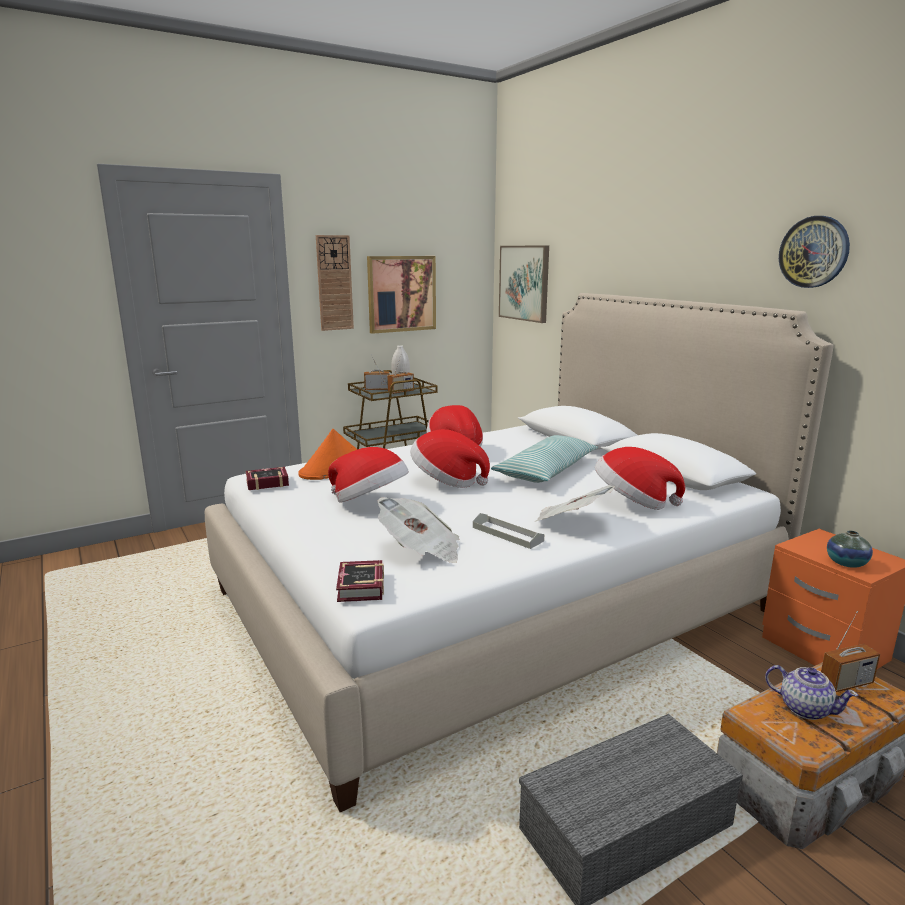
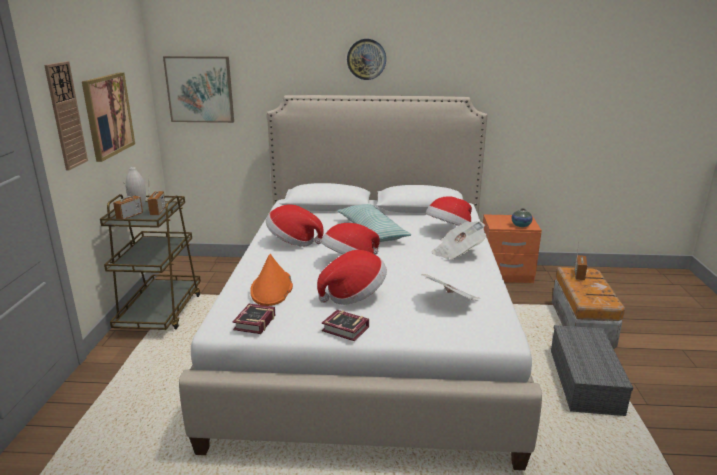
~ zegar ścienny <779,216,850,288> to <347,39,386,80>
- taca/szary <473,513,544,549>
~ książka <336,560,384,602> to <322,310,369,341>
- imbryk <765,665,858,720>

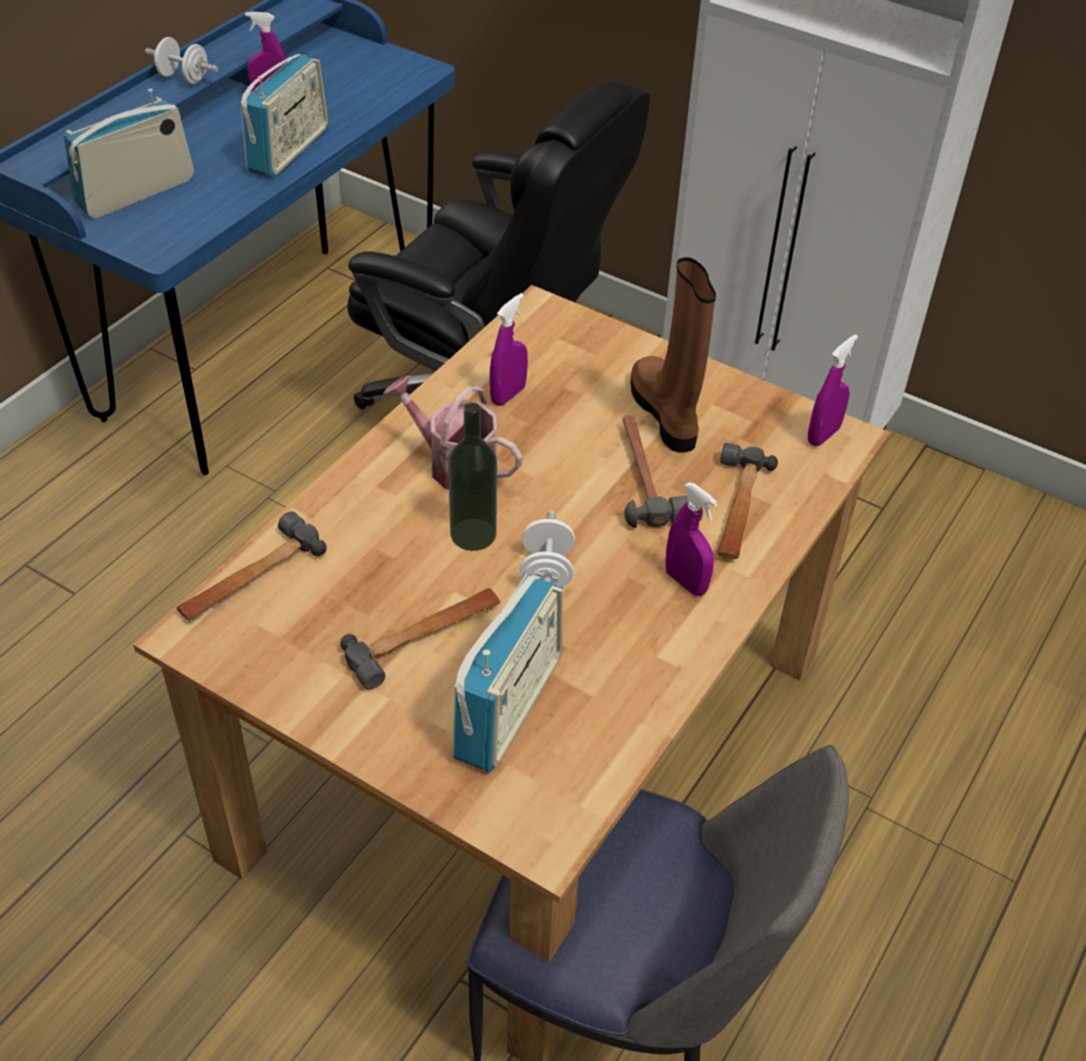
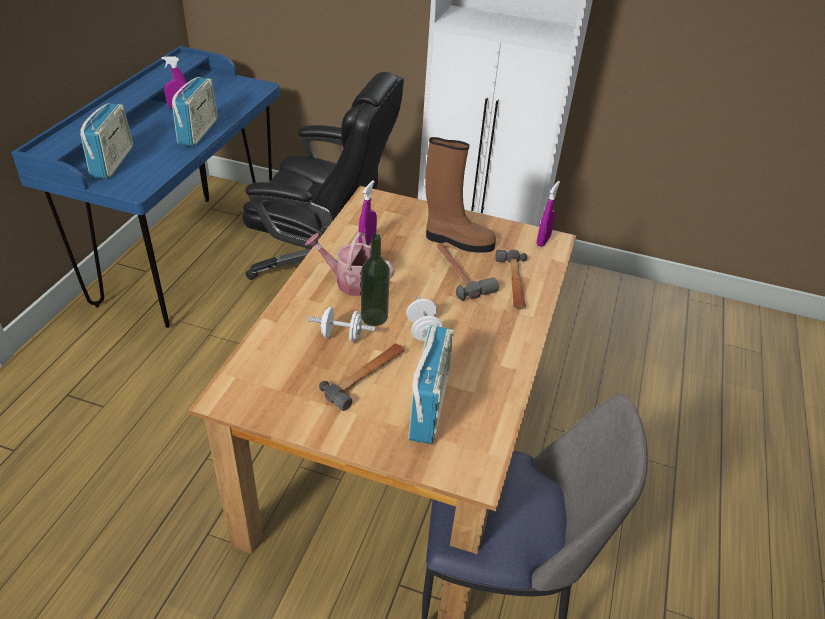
~ hantel/biały <145,37,218,84> to <308,307,376,342>
~ radio <64,89,194,218> = <80,103,133,179> 150 degrees clockwise
~ but z cholewką/brązowy <631,257,716,453> = <425,137,496,253> 135 degrees clockwise
- spryskiwacz/fioletowy <665,482,718,596>
- młotek <176,511,327,621>

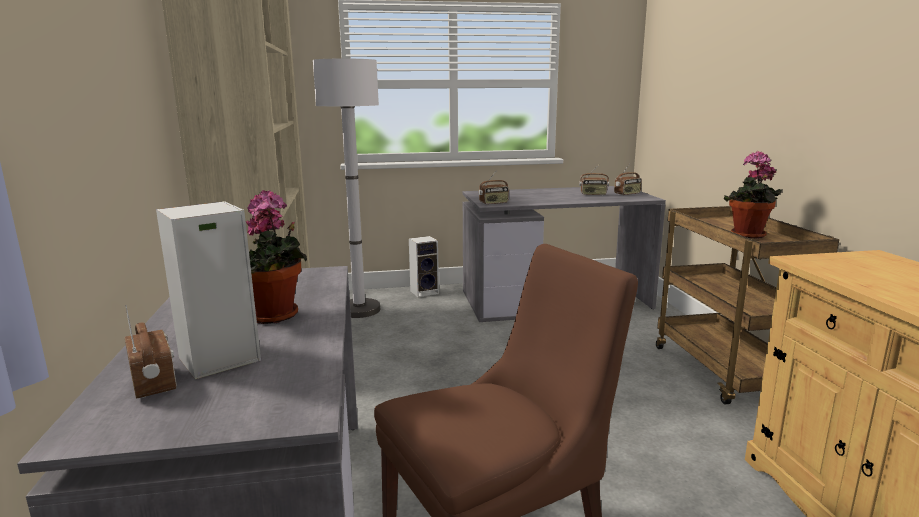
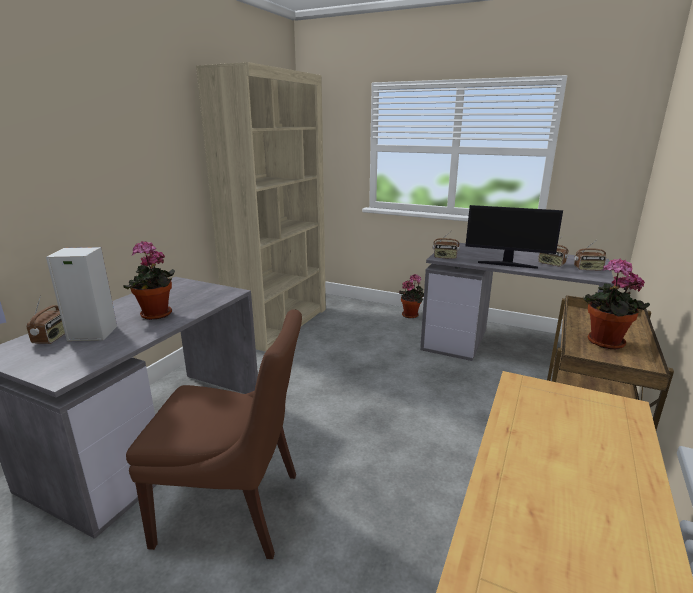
- lampa stojąca/biały <313,59,381,318>
~ głośnik <409,236,439,297> to roślina doniczkowa <399,274,424,318>
+ monitor <466,205,563,269>

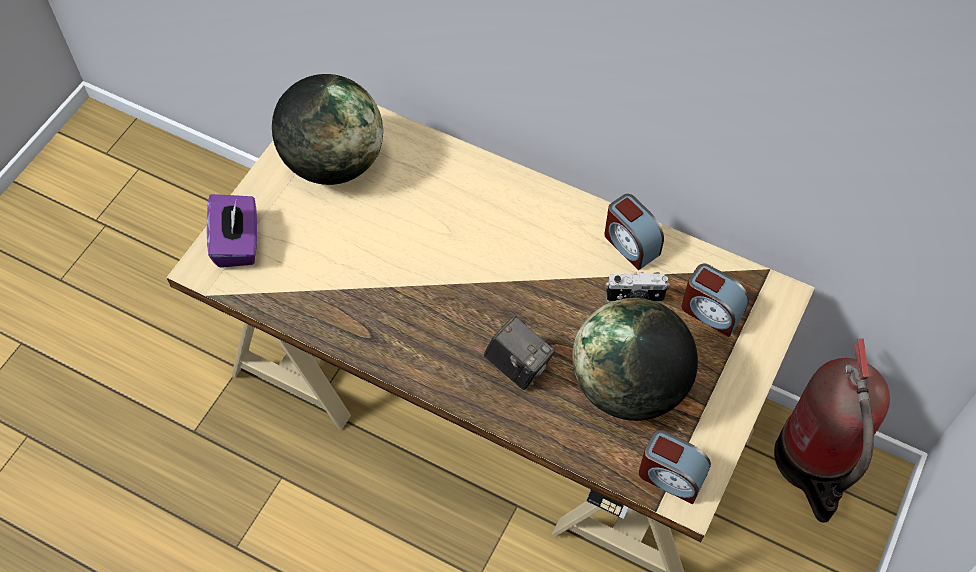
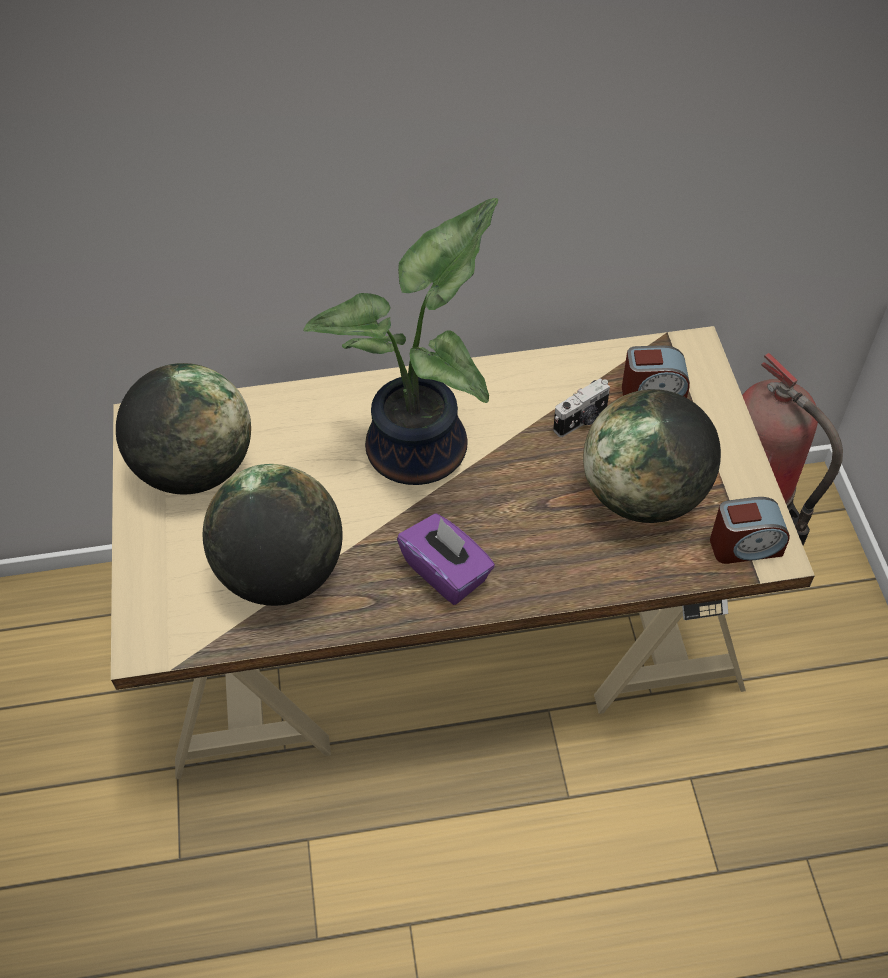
~ pudełko chusteczek/fioletowy <207,194,257,268> to <397,513,495,605>
- budzik <604,194,664,270>
- aparat fotograficzny <484,316,555,390>
+ roślina doniczkowa <303,198,498,485>
+ globus <203,464,343,606>

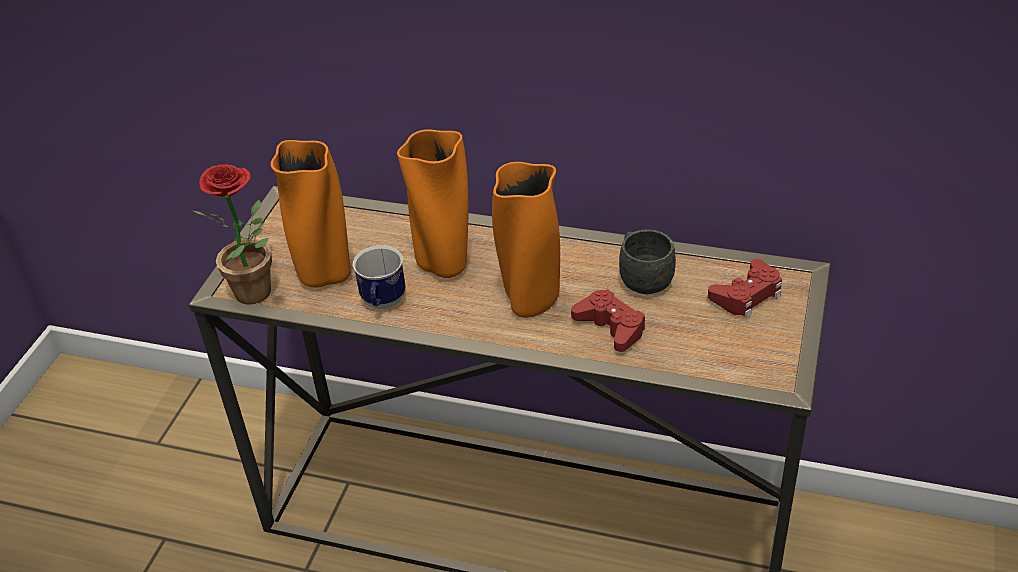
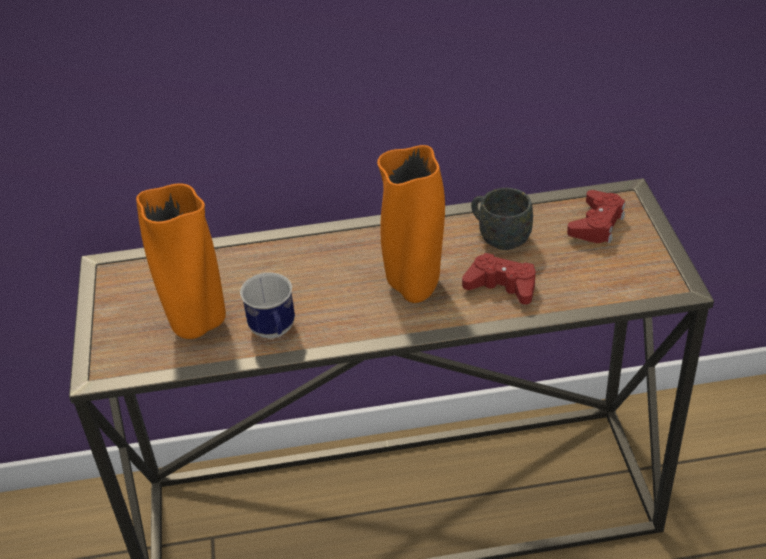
- wazon/pomarańczowy <397,129,469,278>
- roślina doniczkowa <194,164,272,304>

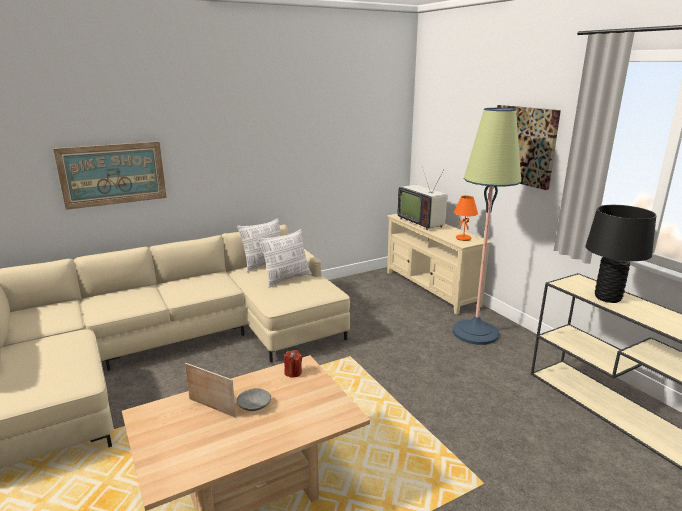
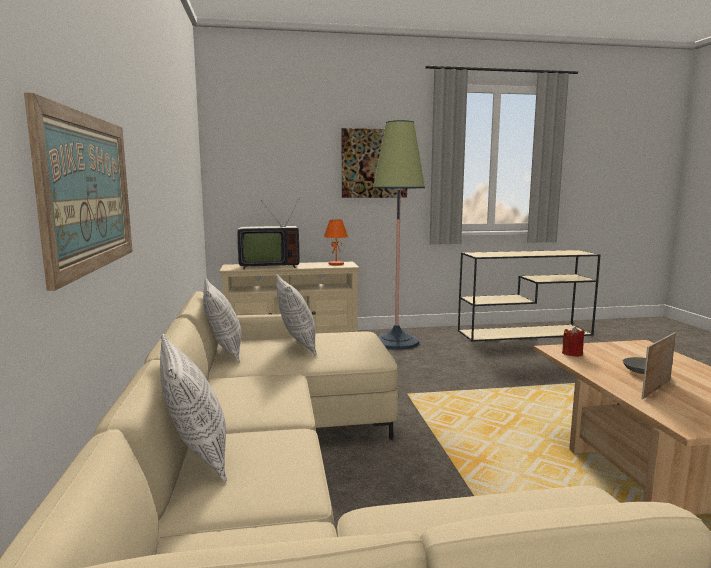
- lampa stołowa/czarny <586,205,656,303>
+ poduszka <160,334,227,482>

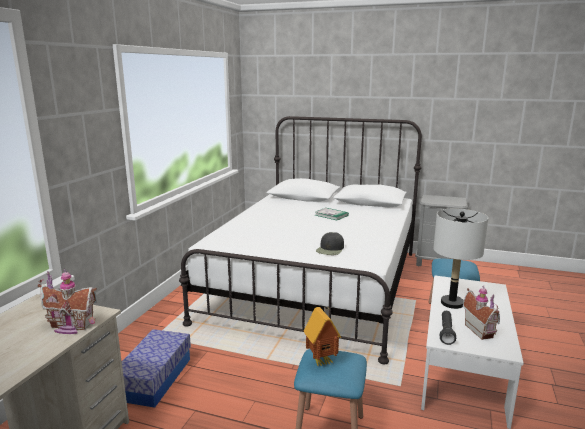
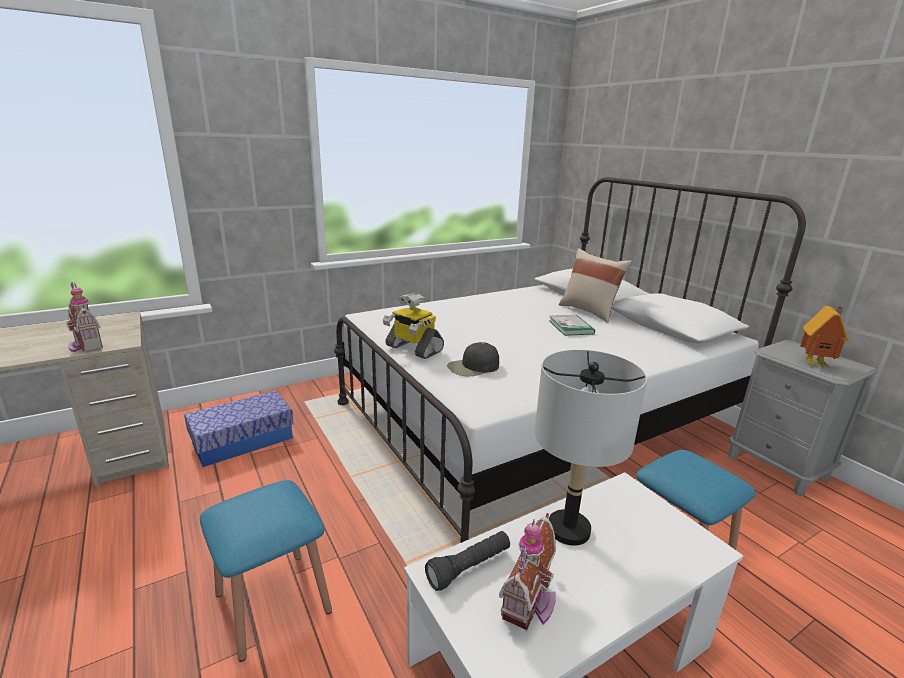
~ domek <304,307,342,366> to <800,306,849,367>
+ poduszka/beżowy <559,248,632,323>
+ robot zabawkowy <383,293,444,359>

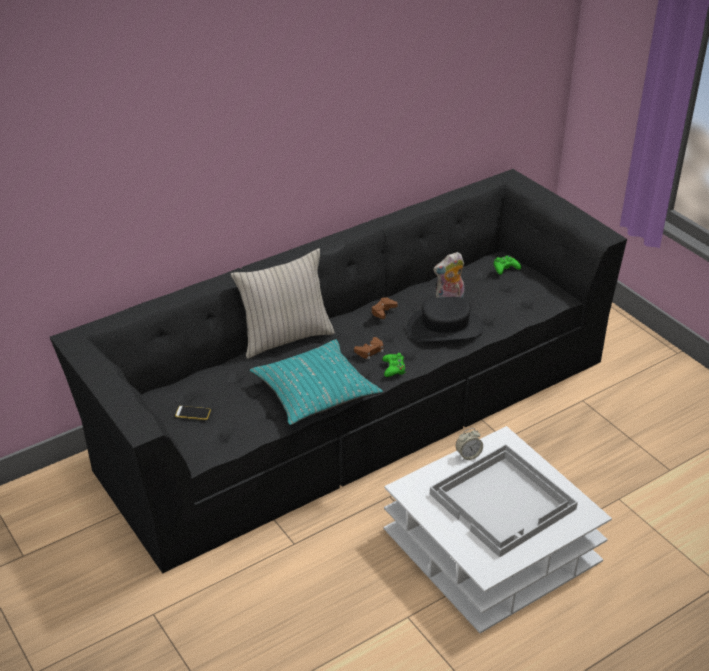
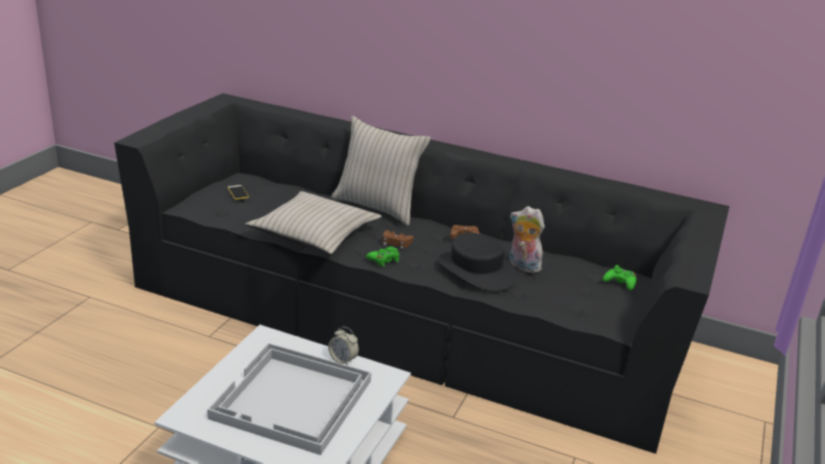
~ poduszka/turkusowy <250,339,383,425> to poduszka/beżowy <245,191,382,255>

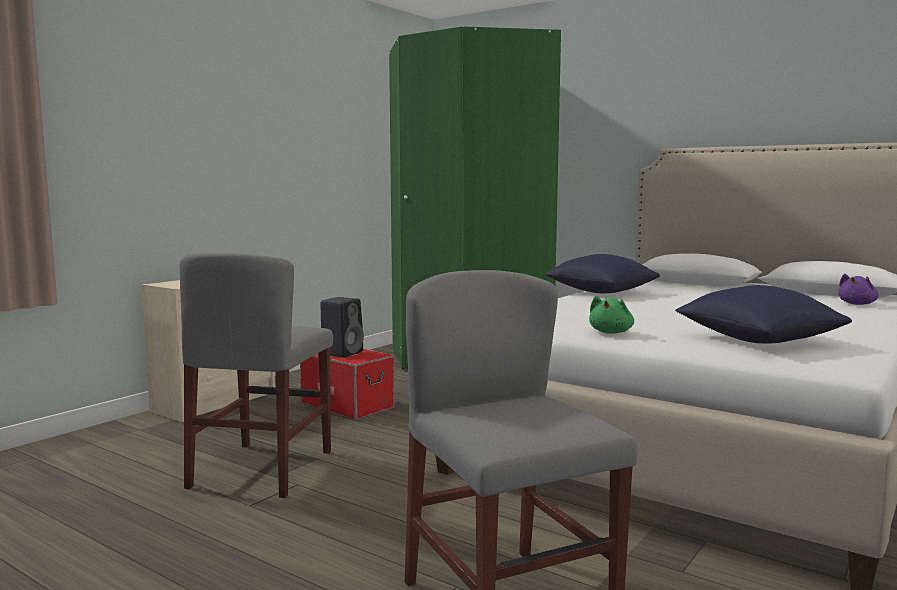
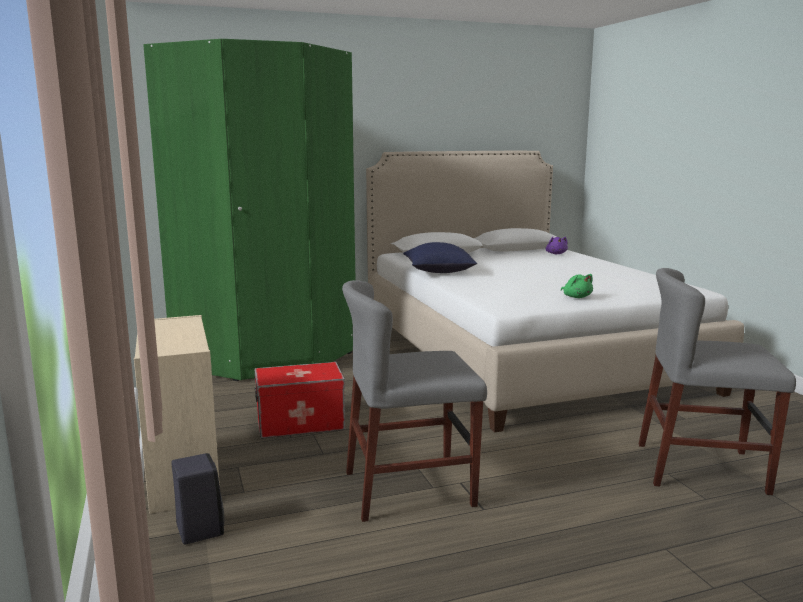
~ krzesło/szary <179,253,333,498> = <342,280,487,522> 120 degrees clockwise
- poduszka/niebieski <675,285,852,344>
~ głośnik/czarny <320,297,364,357> to <171,453,225,544>

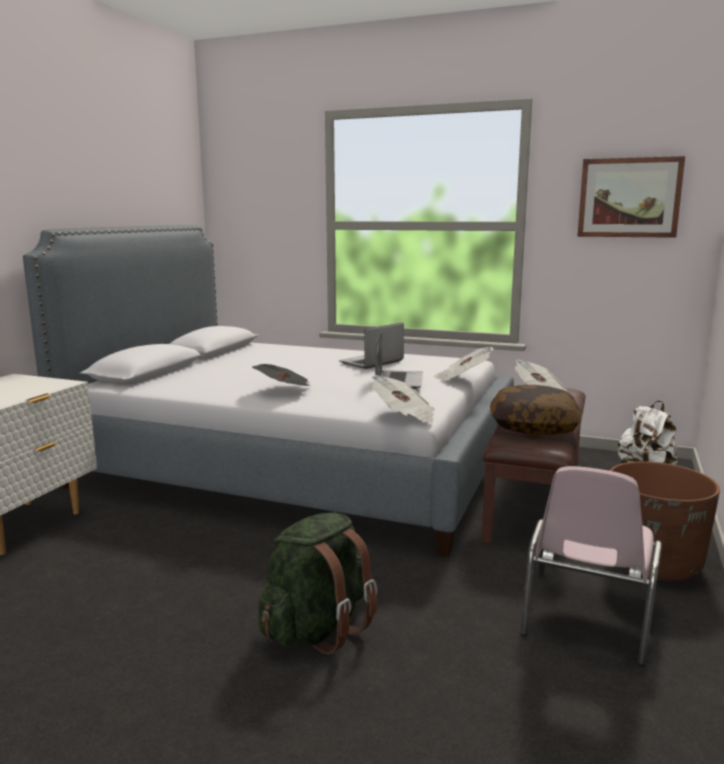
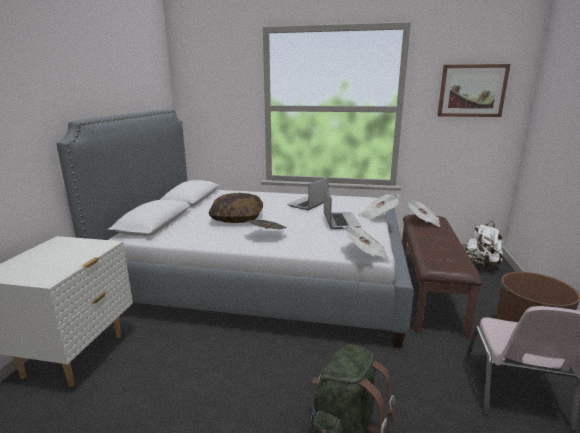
~ poduszka <490,385,582,435> to <209,193,263,223>

